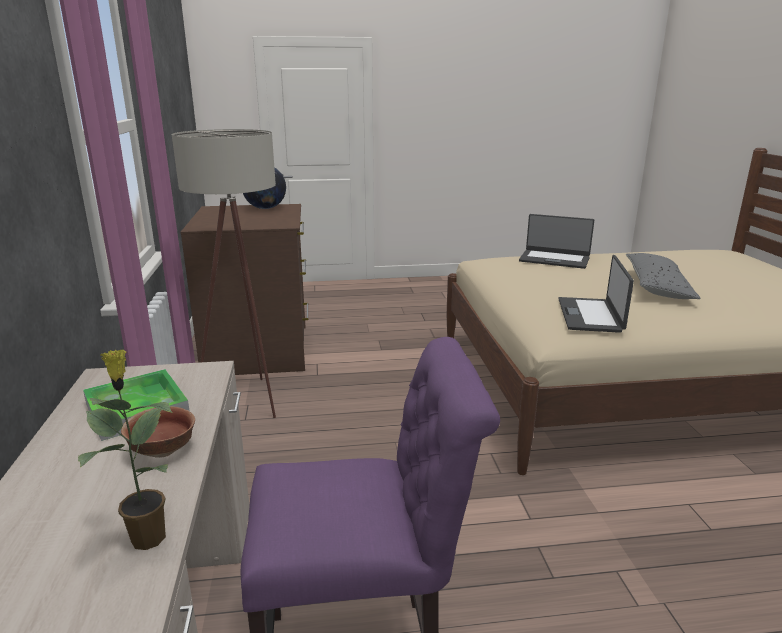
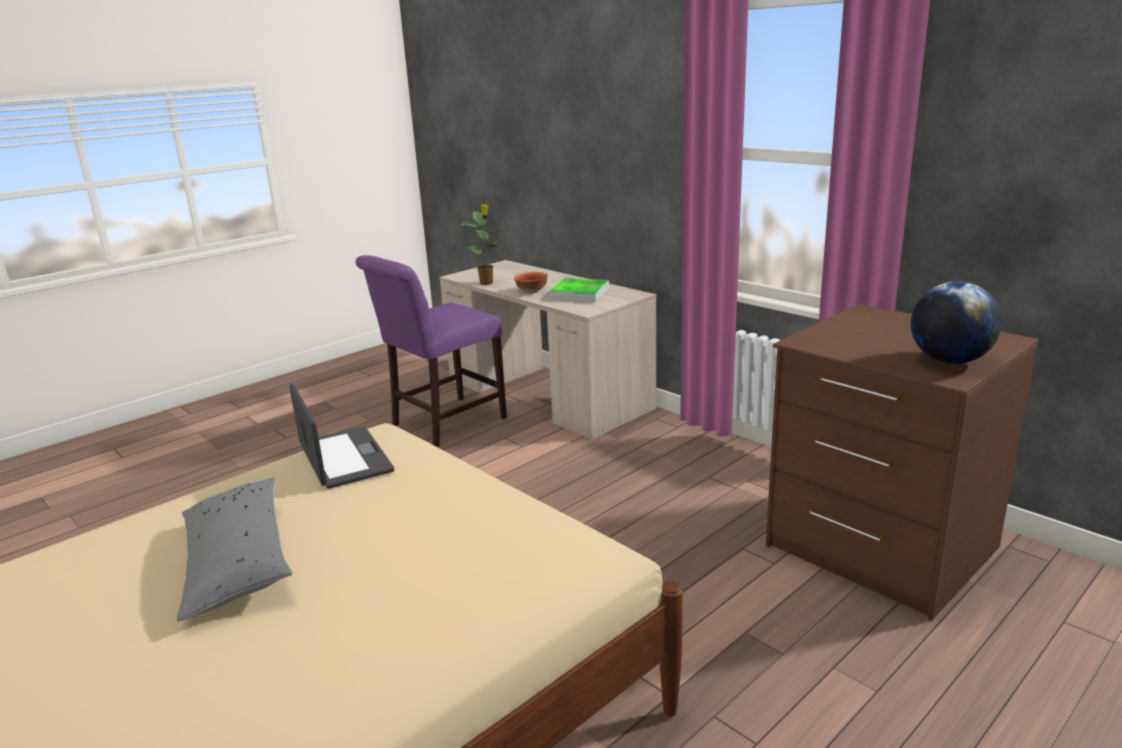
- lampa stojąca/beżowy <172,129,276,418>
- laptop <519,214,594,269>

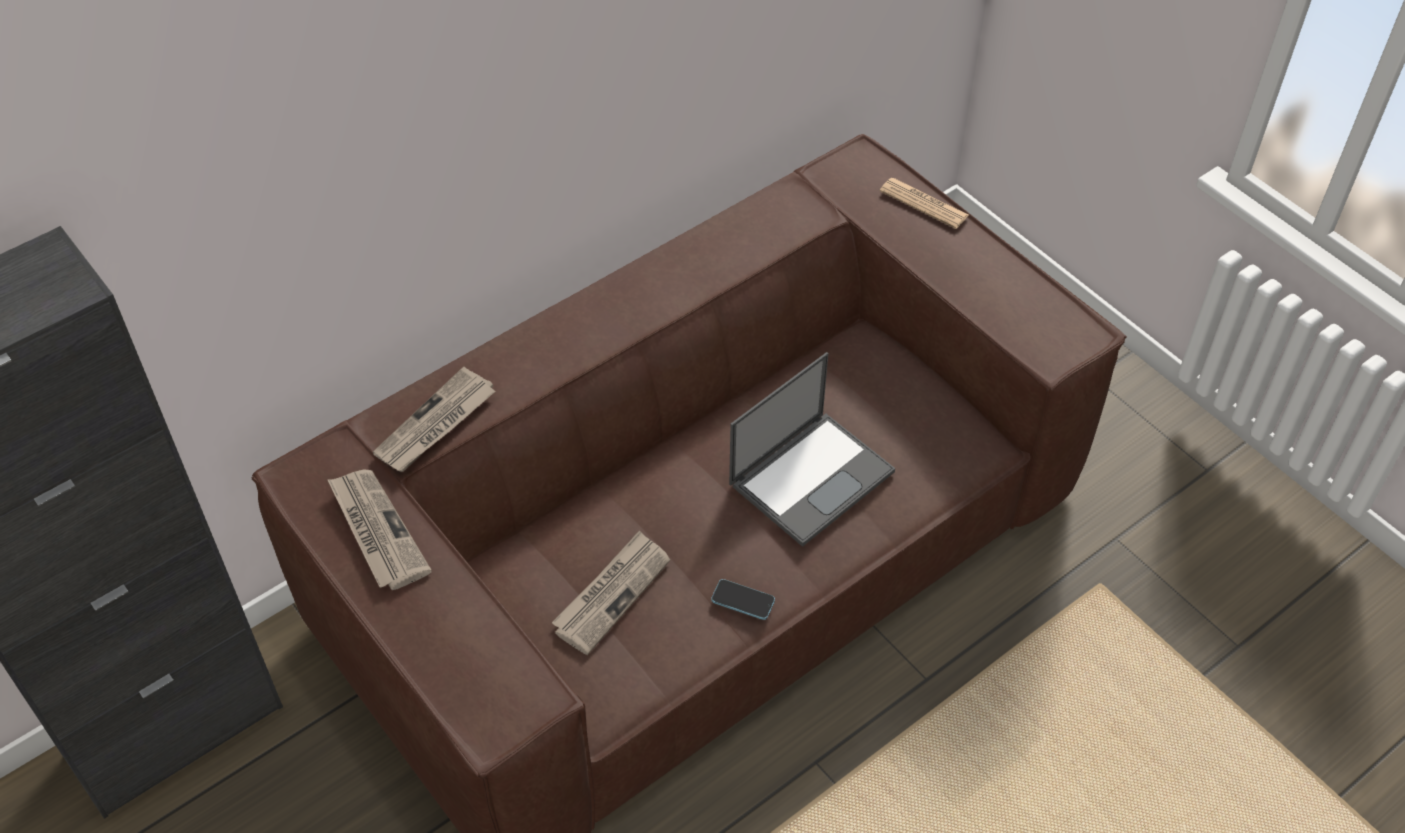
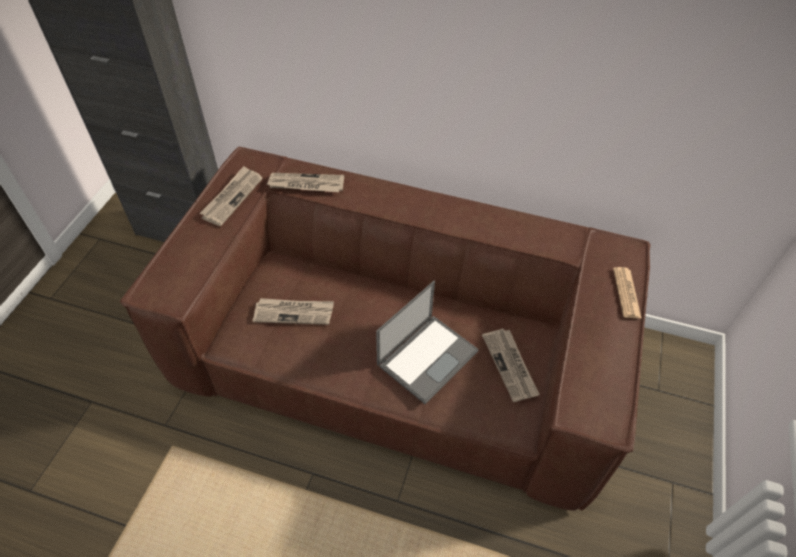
~ laptop <729,352,895,547> = <376,281,479,404> 60 degrees counterclockwise
- telefon <711,579,775,620>
+ gazeta <482,329,540,402>

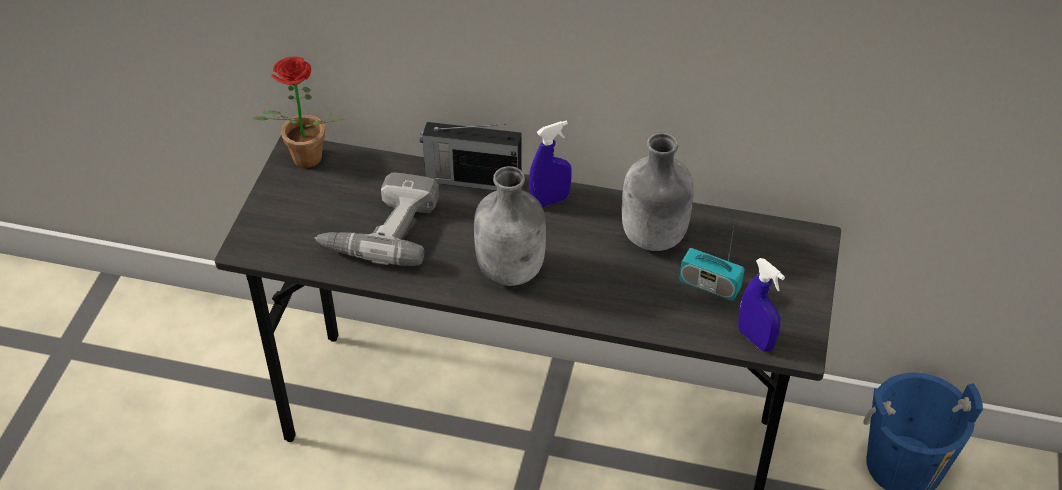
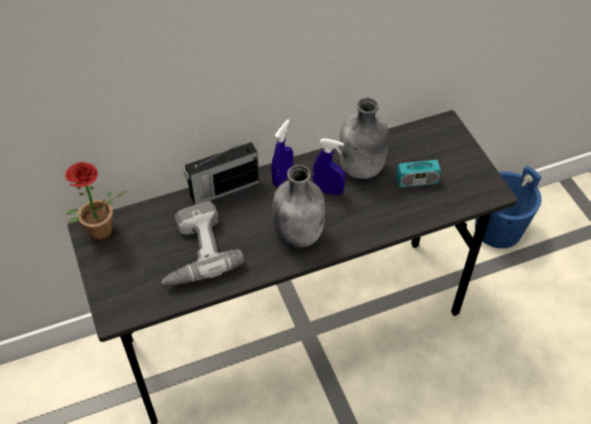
~ spryskiwacz/niebieski <738,258,785,352> to <313,138,346,196>

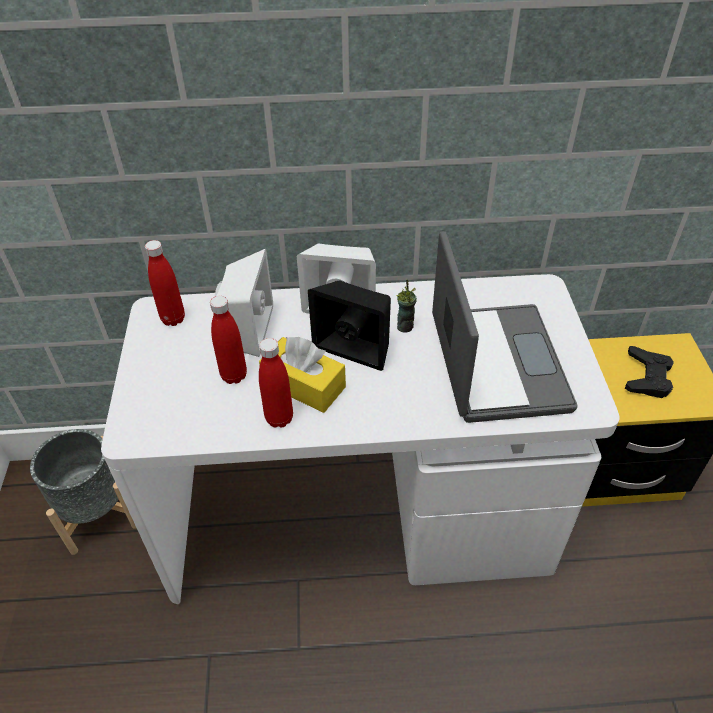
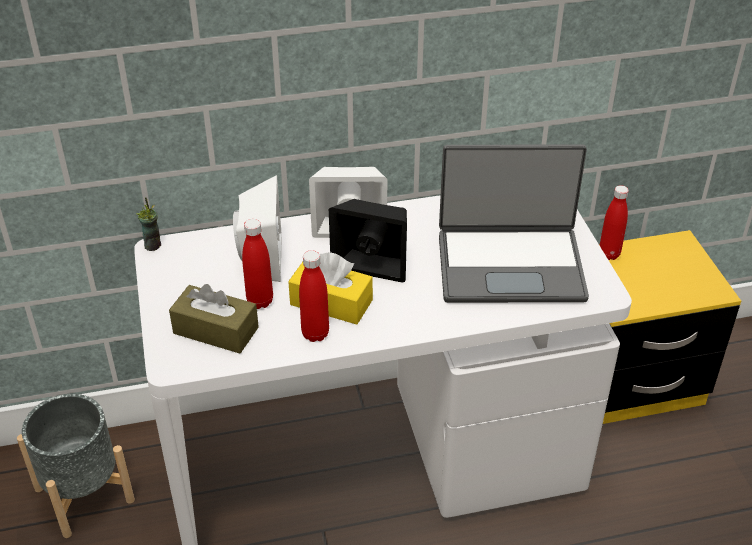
~ laptop <432,231,577,423> = <439,144,589,303> 105 degrees clockwise
~ butelka/czerwony <145,240,185,326> to <599,185,629,260>
~ filiżanka <396,279,417,332> to <136,197,161,251>
- pad do gier/czarny <625,346,674,398>
+ pudełko chusteczek/brązowy <169,284,259,353>

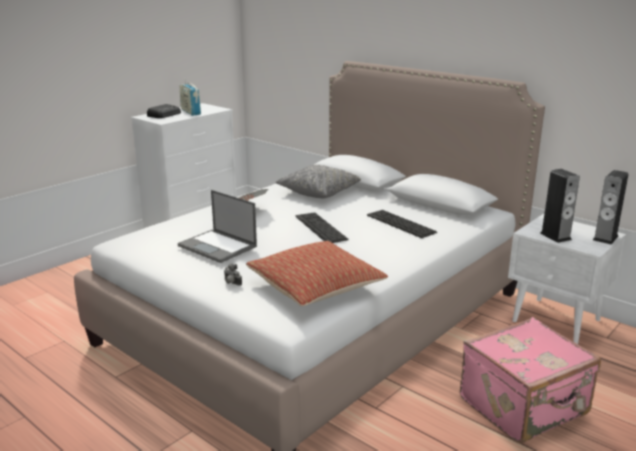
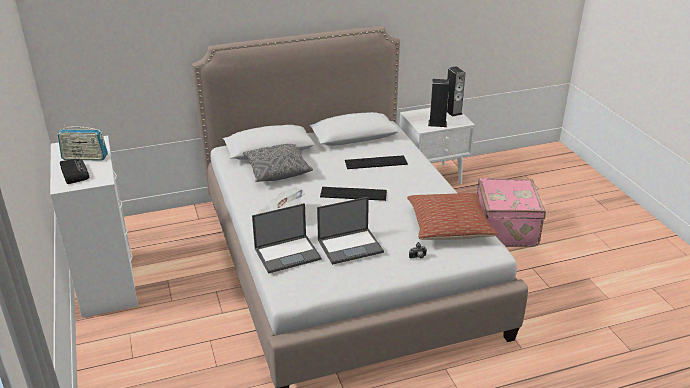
+ laptop <252,203,321,274>

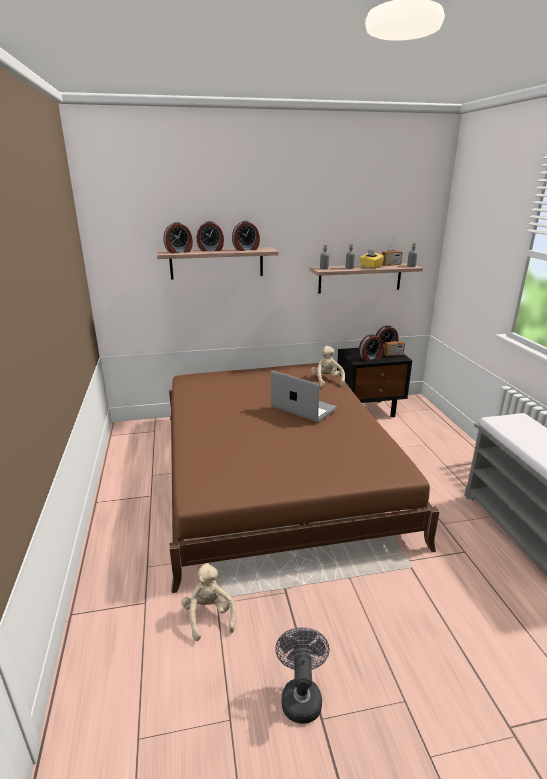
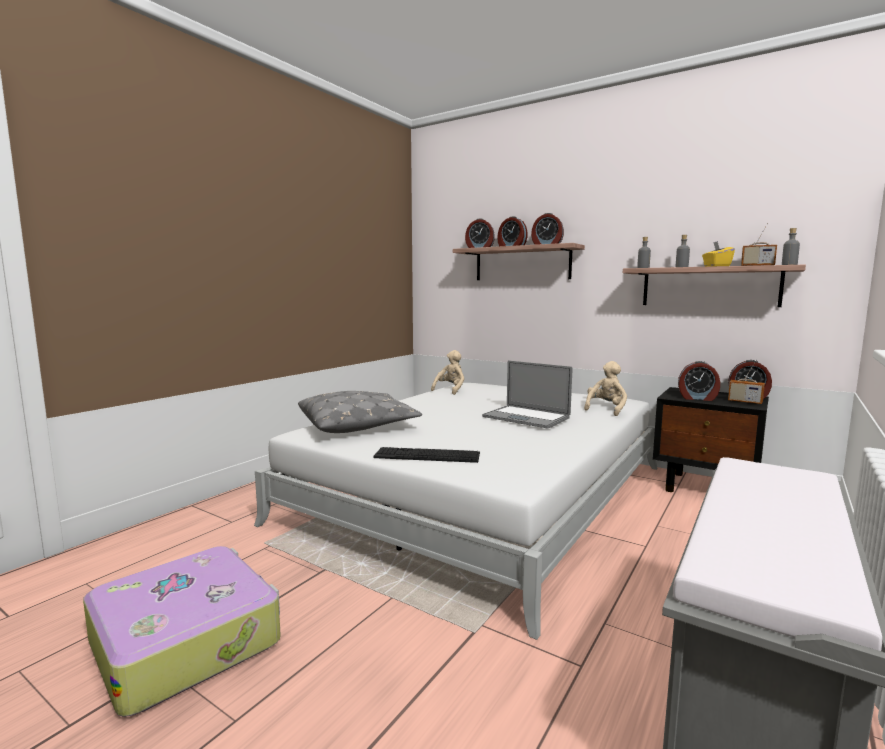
~ łóżko/brązowy <169,363,440,593> to łóżko/biały <254,383,658,640>
~ laptop <271,370,338,422> = <482,361,572,429> 135 degrees clockwise
~ pluszak/beżowy <181,563,236,641> to <431,350,464,395>
~ wentylator/szary <275,627,330,724> to walizka <83,546,281,717>
+ poduszka/szary <298,391,422,433>
+ klawiatura <373,447,480,463>

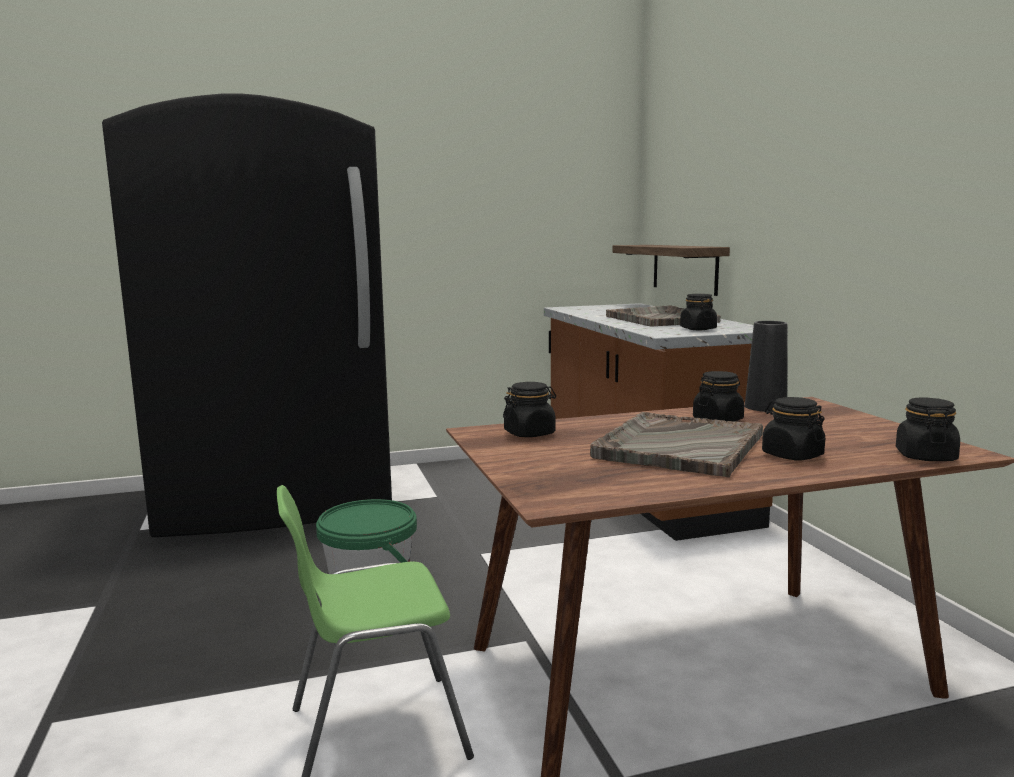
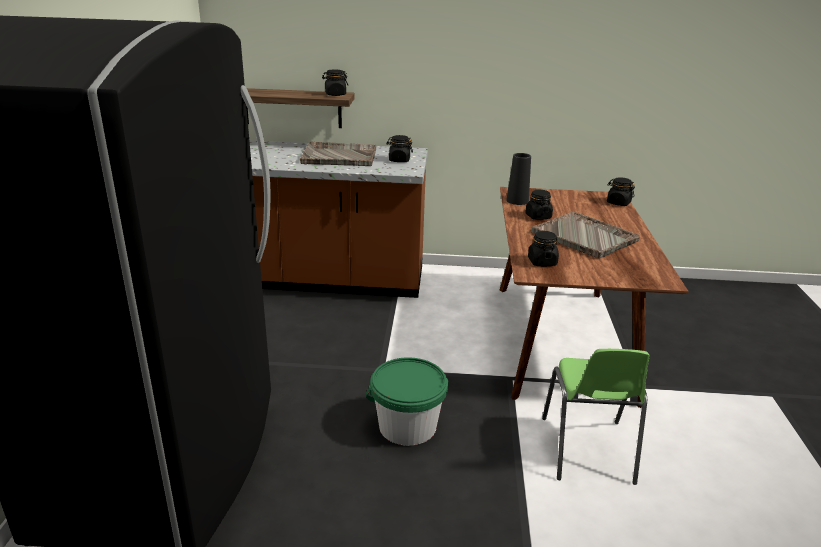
~ słoik/czarny <762,397,825,461> to <322,70,348,96>

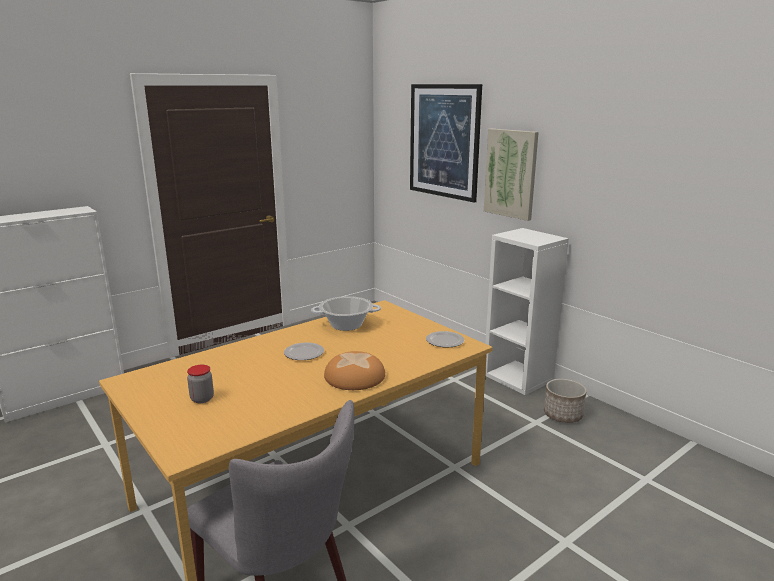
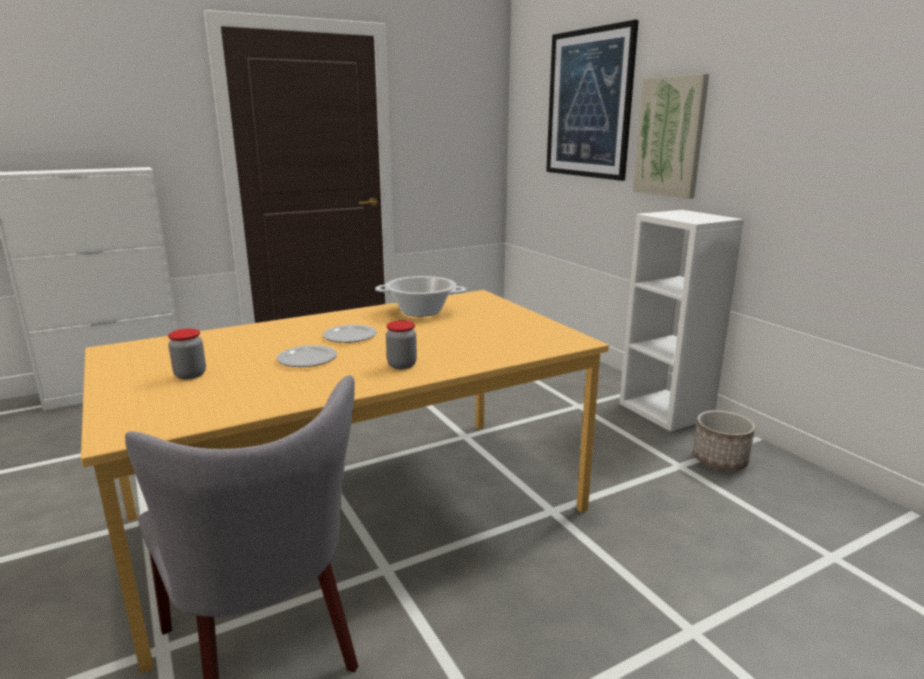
~ talerz <426,331,464,347> to <277,345,337,367>
~ chleb <324,351,385,390> to słoik <386,321,417,369>

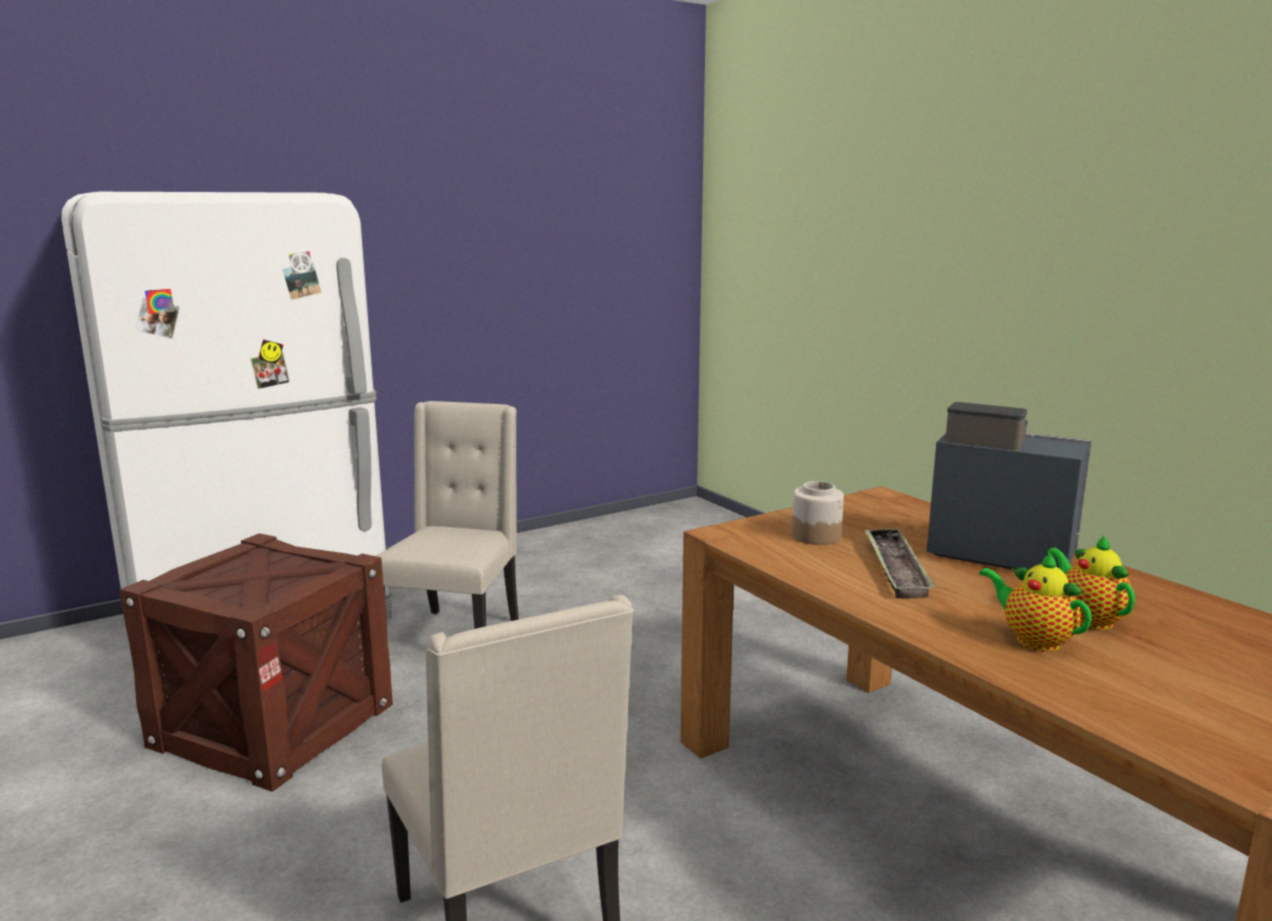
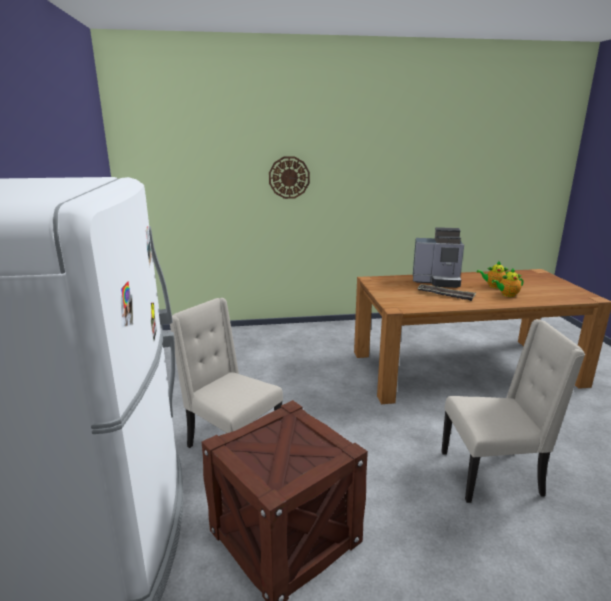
~ ekspres do kawy <927,402,1092,570> = <413,227,464,288> 135 degrees counterclockwise
- słoik <792,481,844,545>
+ zegar ścienny <269,156,310,199>

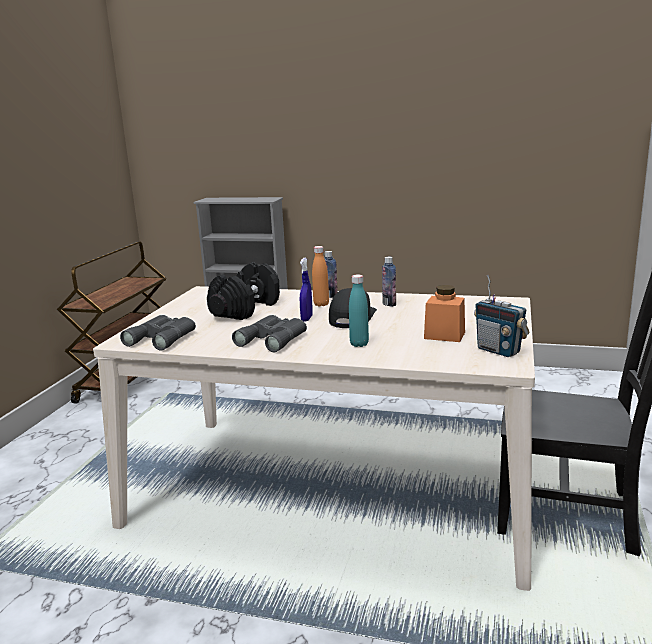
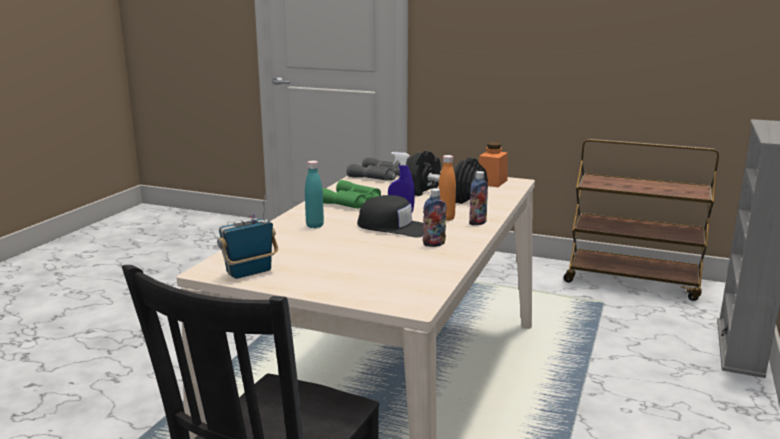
~ słoik/pomarańczowy <424,285,465,342> to <479,142,508,187>
~ lornetka/szary <232,315,307,352> to lornetka/zielony <322,180,381,209>

